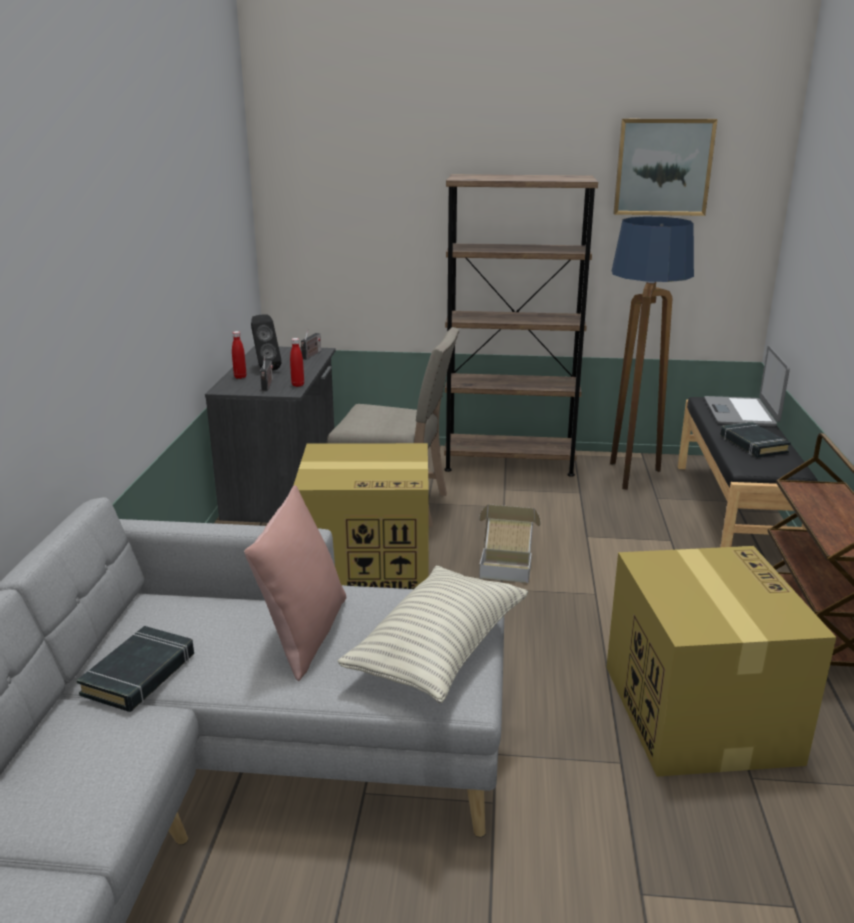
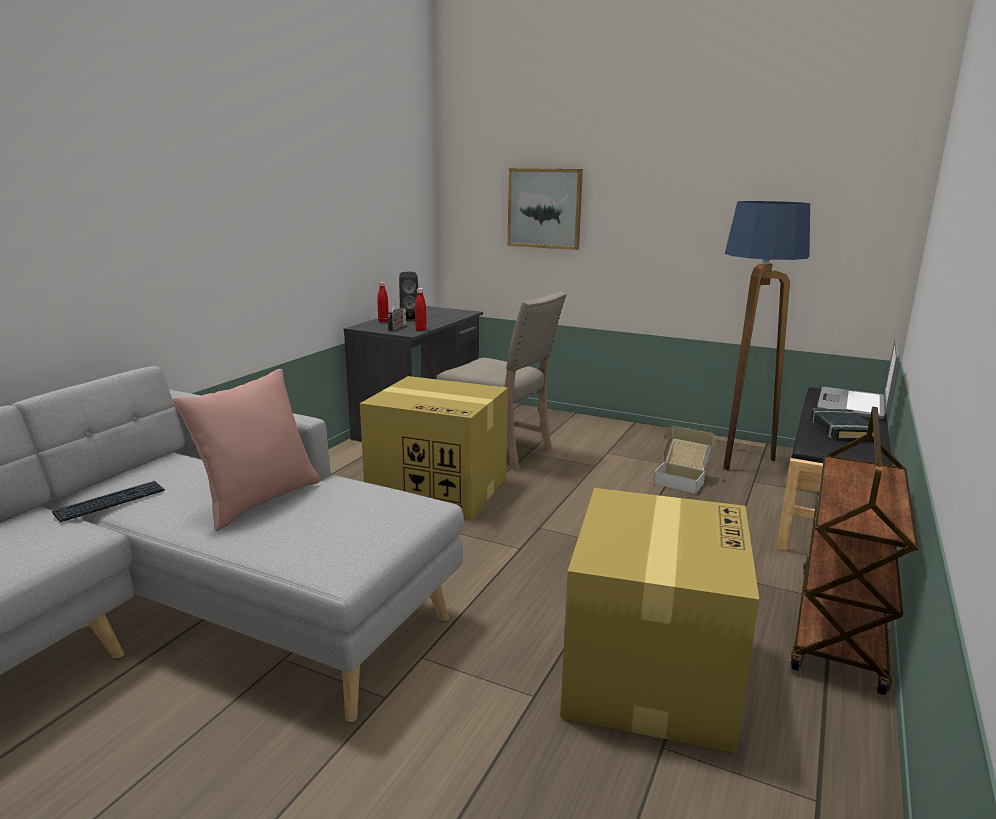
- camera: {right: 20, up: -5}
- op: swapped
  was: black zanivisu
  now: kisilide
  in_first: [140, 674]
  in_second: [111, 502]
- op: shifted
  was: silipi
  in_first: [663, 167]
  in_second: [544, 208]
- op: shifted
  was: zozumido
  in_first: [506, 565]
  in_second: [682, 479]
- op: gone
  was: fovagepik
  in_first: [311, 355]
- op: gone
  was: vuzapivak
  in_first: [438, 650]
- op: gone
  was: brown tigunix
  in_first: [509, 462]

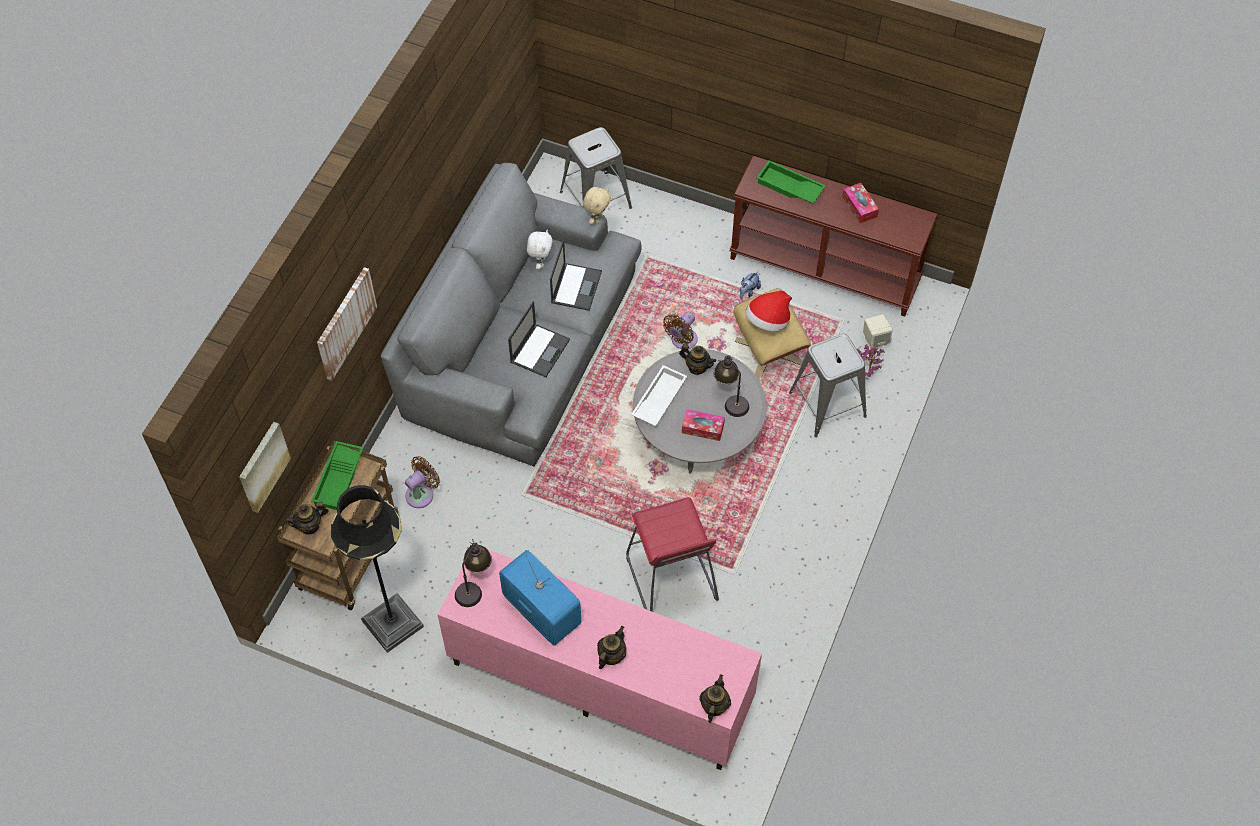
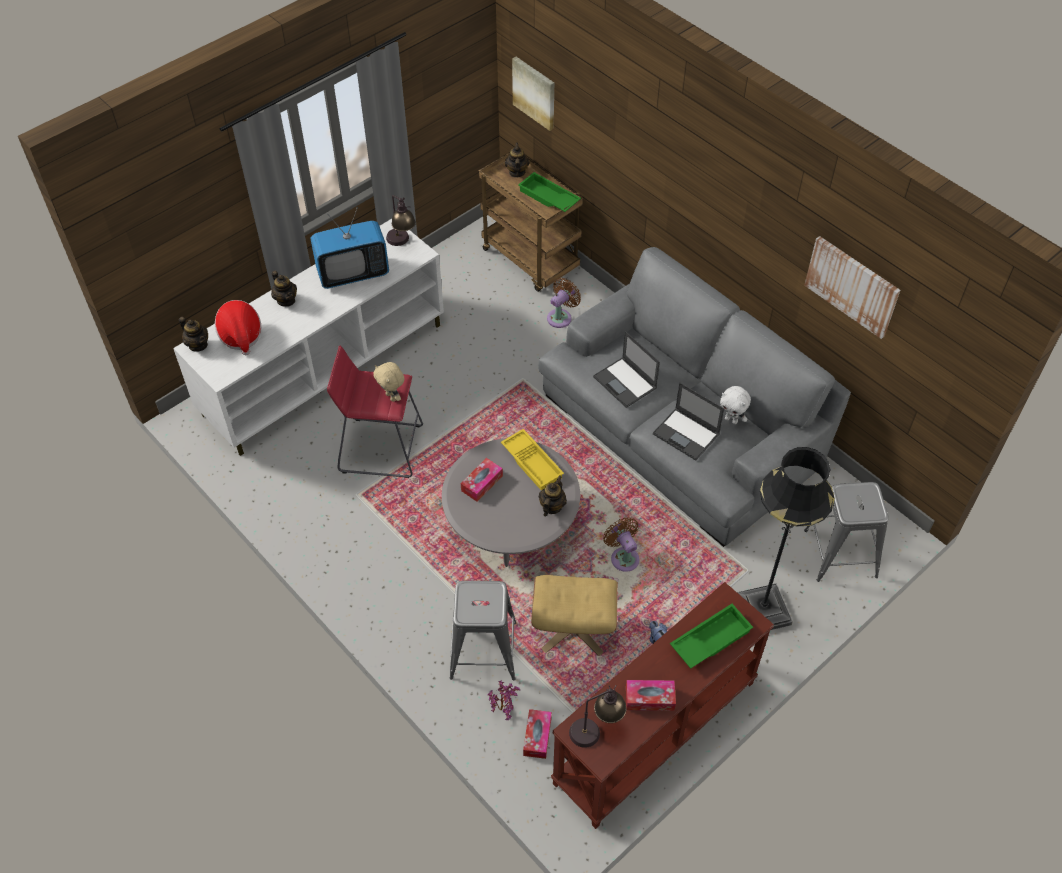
- camera: {right: 115, up: -5}
- op: repainted
  was: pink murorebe
  now: white murorebe
  in_first: [599, 683]
  in_second: [325, 369]
- op: shifted
  was: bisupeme
  in_first: [768, 321]
  in_second: [240, 335]
- op: shifted
  was: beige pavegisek
  in_first: [597, 219]
  in_second: [392, 397]
- op: repainted
  was: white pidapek
  now: yellow pidapek
  in_first: [658, 399]
  in_second: [533, 462]
- op: swapped
  was: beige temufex
  now: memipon
  in_first: [875, 340]
  in_second: [537, 736]
- op: rotated
  was: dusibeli
  in_first: [697, 367]
  in_second: [551, 506]
  clockwise: 150
- op: rotated
  was: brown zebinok
  in_first: [422, 494]
  in_second: [561, 317]
  clockwise: -120
- op: shifted
  was: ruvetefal
  in_first: [730, 400]
  in_second: [596, 730]
- op: shifted
  was: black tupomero
  in_first: [393, 624]
  in_second: [762, 611]
- op: shifted
  was: silipi
  in_first: [345, 323]
  in_second: [852, 286]

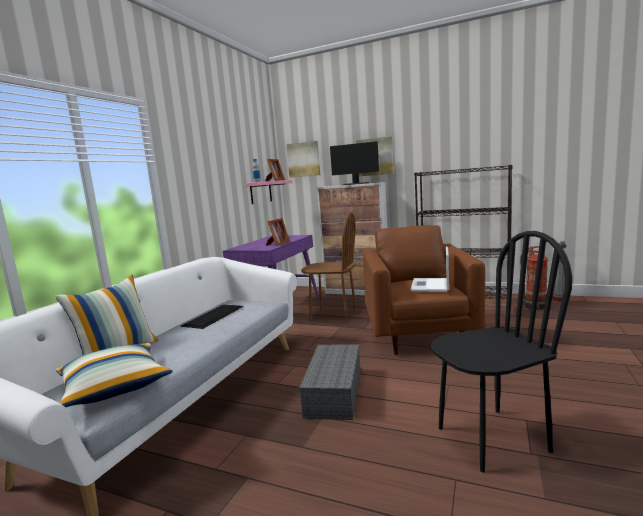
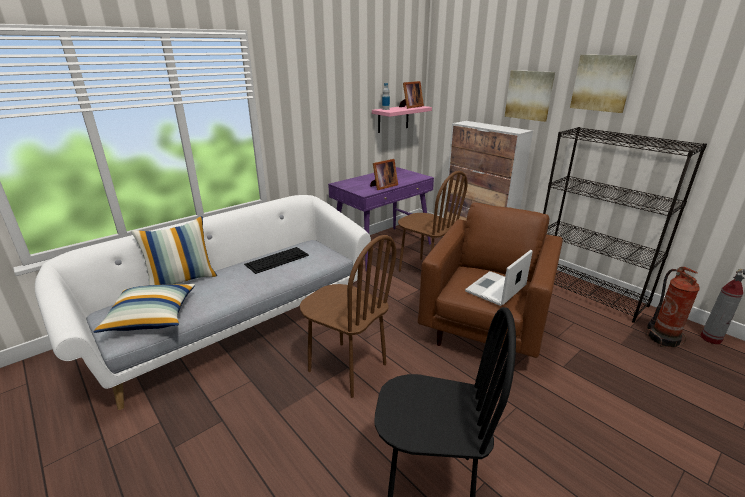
- camera: {right: 25, up: 15}
- op: swapped
  was: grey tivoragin
  now: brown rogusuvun
  in_first: [335, 393]
  in_second: [347, 368]
- op: shifted
  was: silipi
  in_first: [304, 159]
  in_second: [602, 83]
- op: gone
  was: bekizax
  in_first: [355, 184]

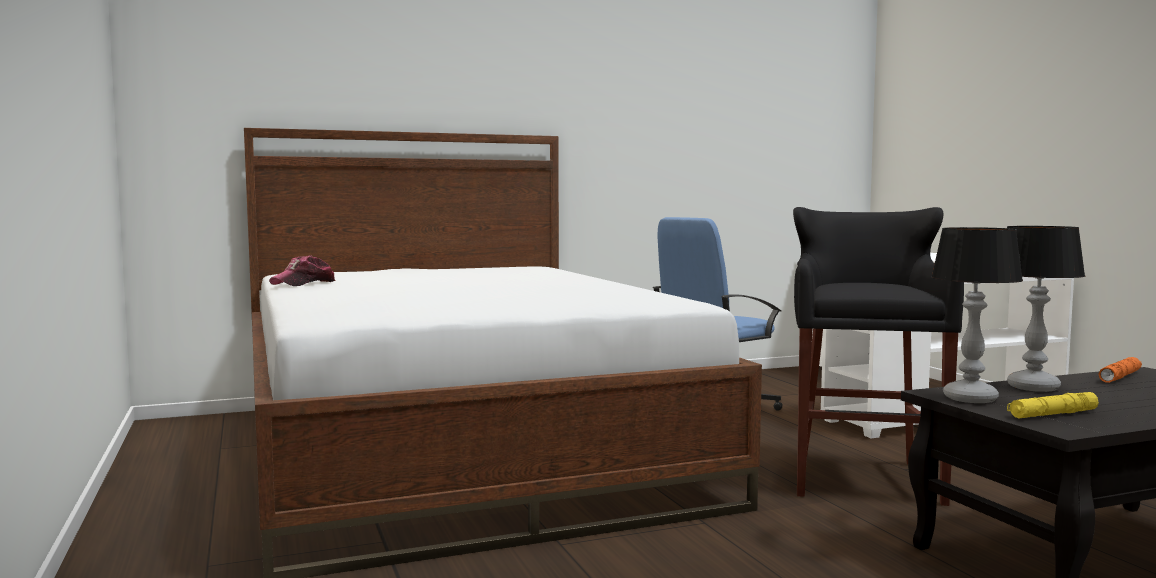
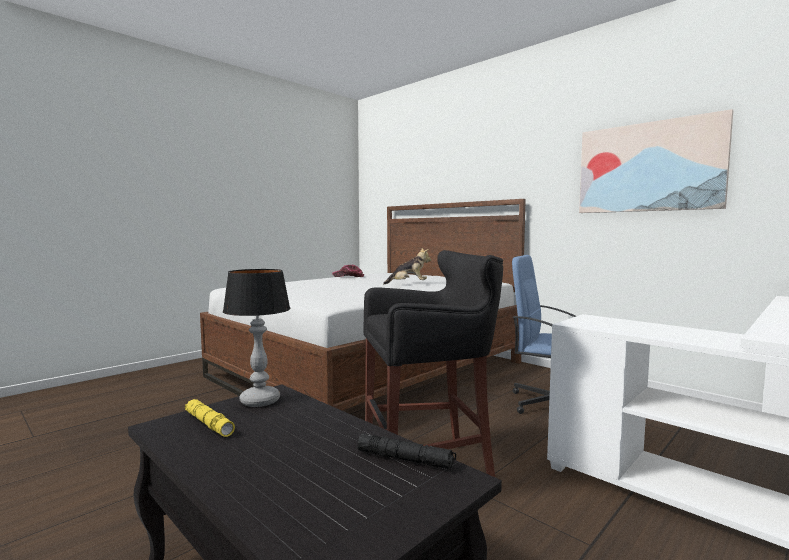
- camera: {right: 65, up: 0}
- op: repainted
  was: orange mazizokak
  now: black mazizokak
  in_first: [1120, 377]
  in_second: [405, 459]
- op: new
  now: pavegisek
  in_second: [408, 284]
- op: new
  now: silipi
  in_second: [649, 167]
- op: gone
  was: ruvetefal
  in_first: [1032, 387]

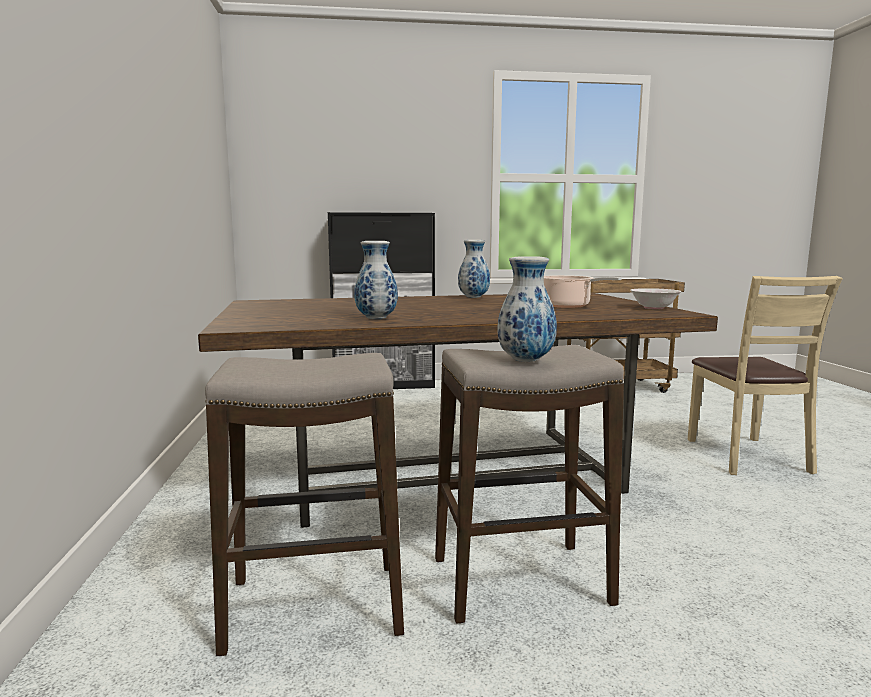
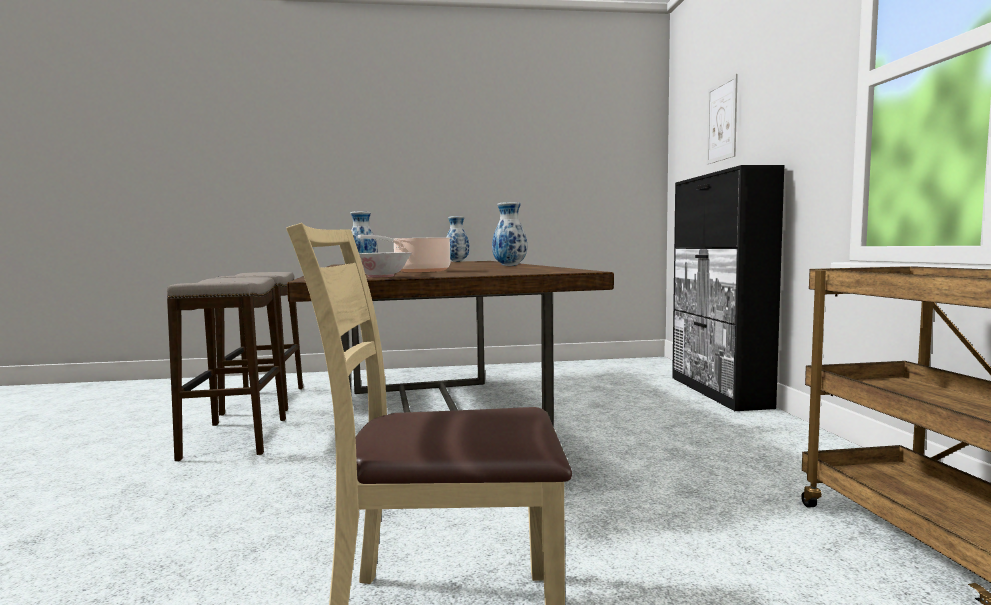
- camera: {right: 90, up: -5}
- op: shifted
  was: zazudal
  in_first: [526, 361]
  in_second: [456, 261]
- op: new
  now: silipi
  in_second: [721, 121]

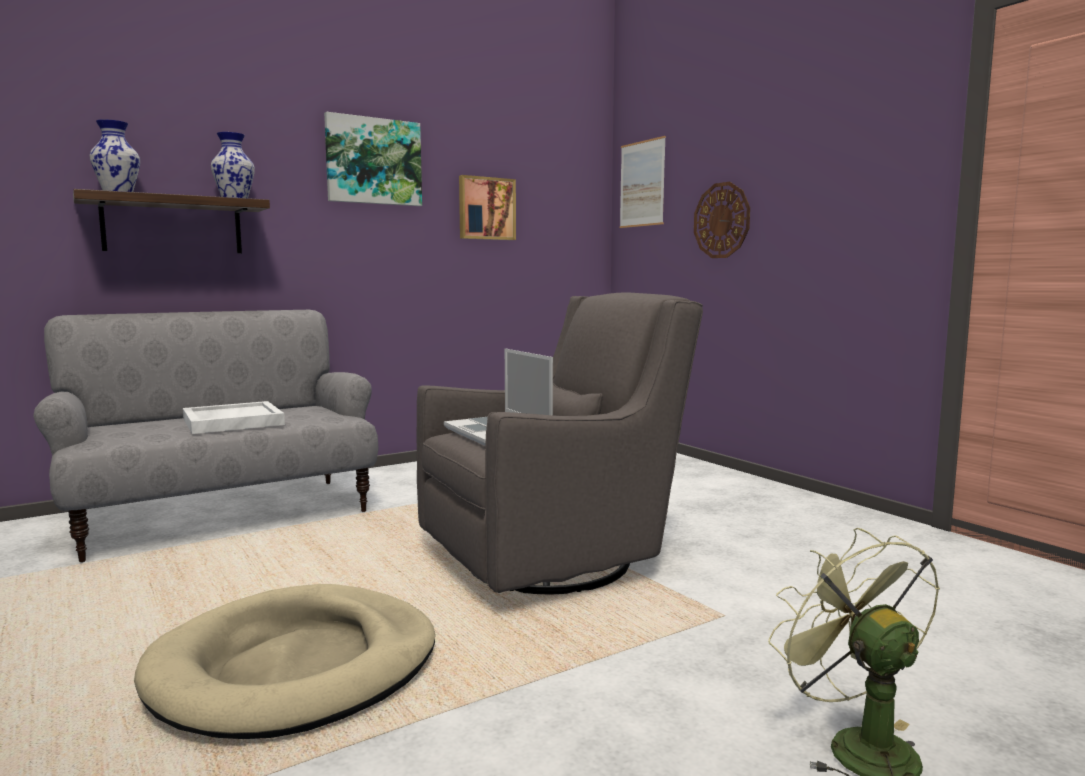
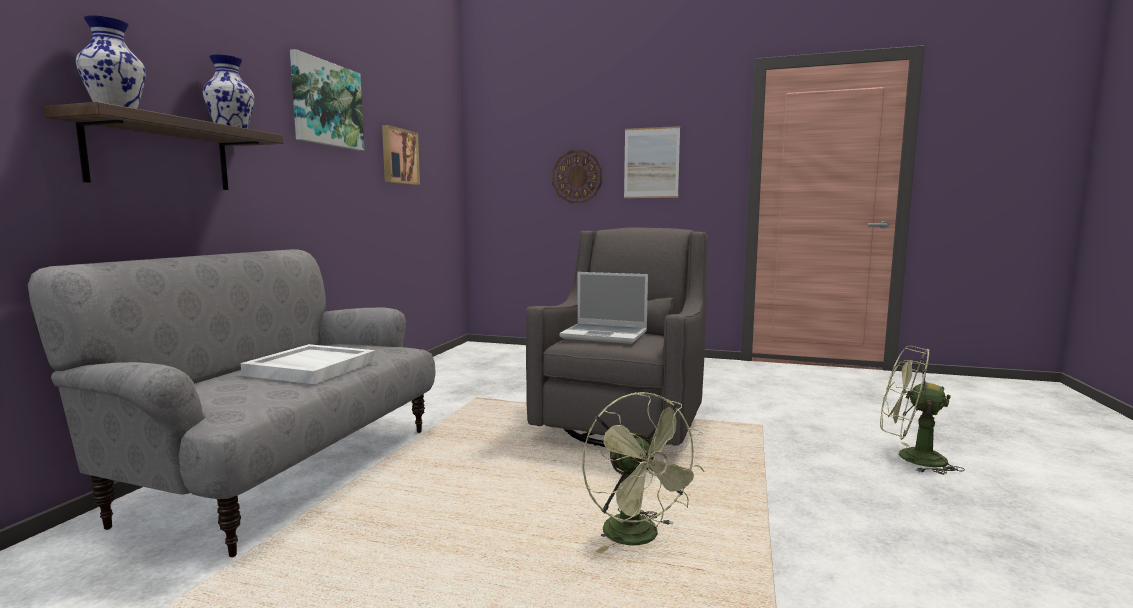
- camera: {right: -40, up: 0}
- op: swapped
  was: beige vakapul
  now: green zebinok
  in_first: [296, 667]
  in_second: [639, 537]
- op: shifted
  was: silipi
  in_first: [642, 184]
  in_second: [651, 163]

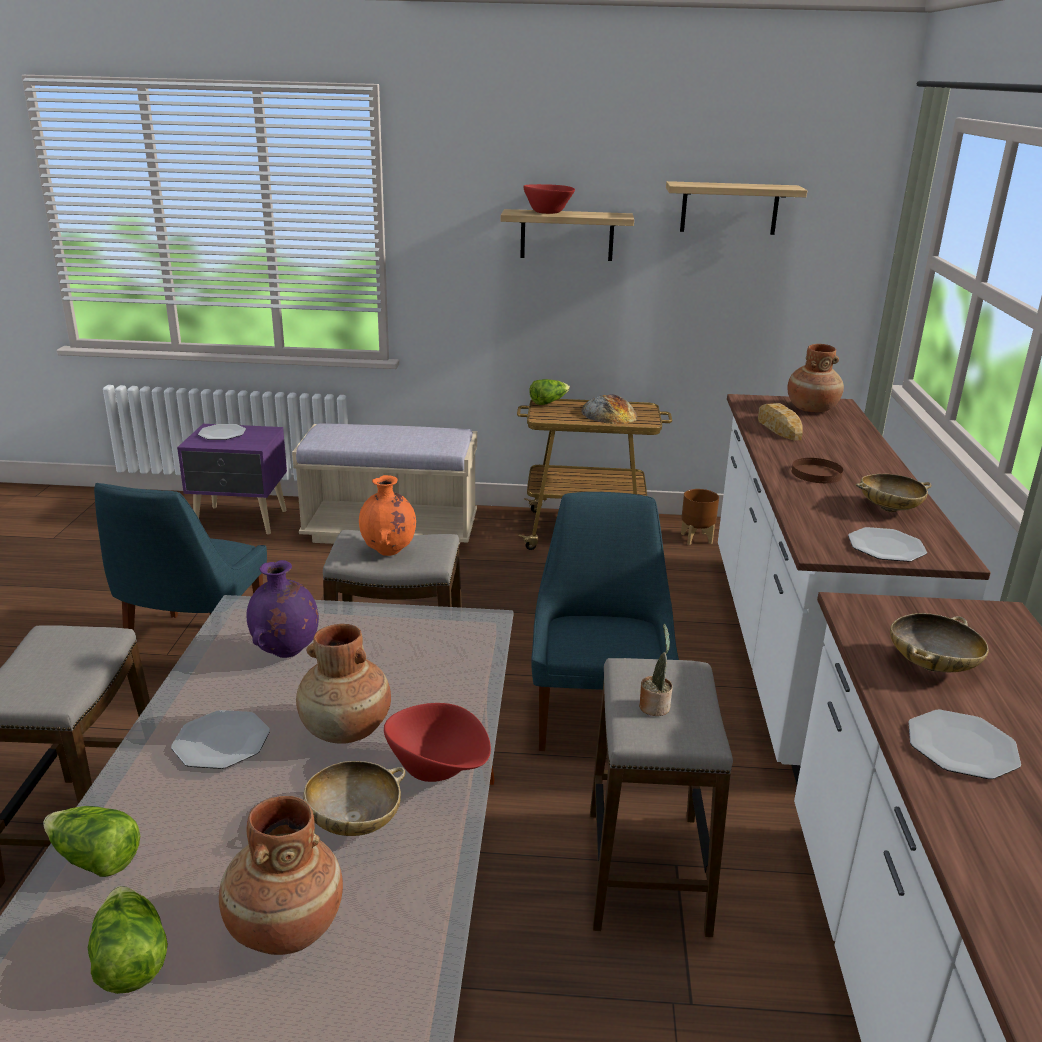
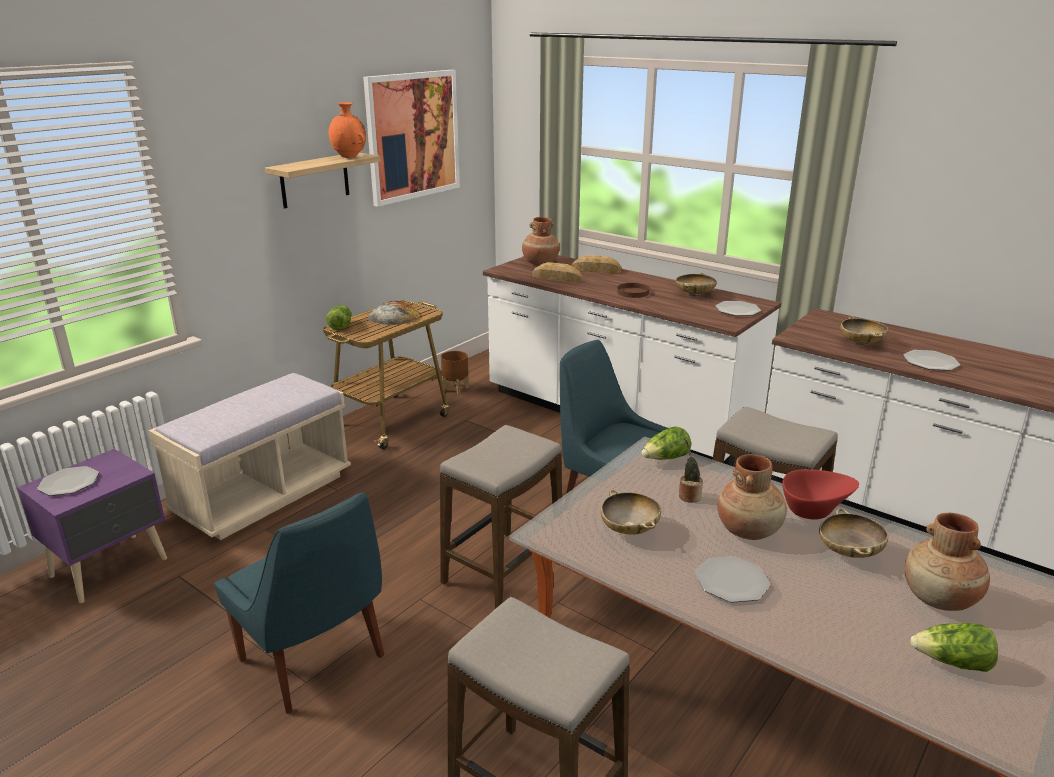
- camera: {right: -55, up: 0}
- op: shifted
  was: orange zazudal
  in_first: [389, 552]
  in_second: [349, 157]
- op: swapped
  was: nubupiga
  now: silipi
  in_first: [729, 208]
  in_second: [413, 136]
- op: new
  now: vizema
  in_second: [596, 270]
- op: swapped
  was: purple zazudal
  now: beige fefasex
  in_first: [286, 652]
  in_second: [629, 529]
- op: shifted
  was: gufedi
  in_first: [95, 859]
  in_second: [665, 459]
- op: shifted
  was: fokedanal
  in_first: [655, 705]
  in_second: [688, 495]
- op: gone
  was: red fefasex
  in_first: [549, 213]

